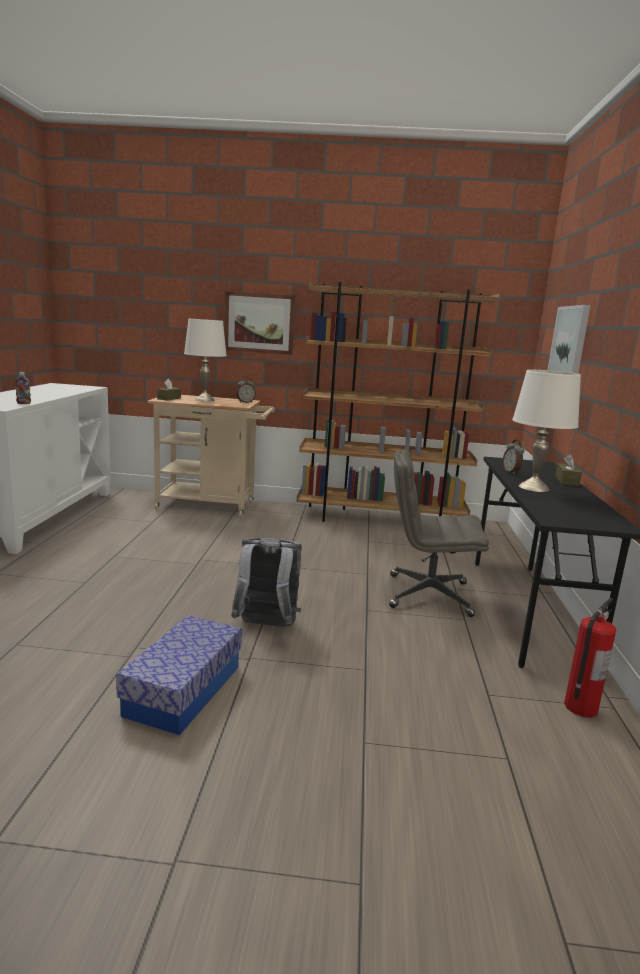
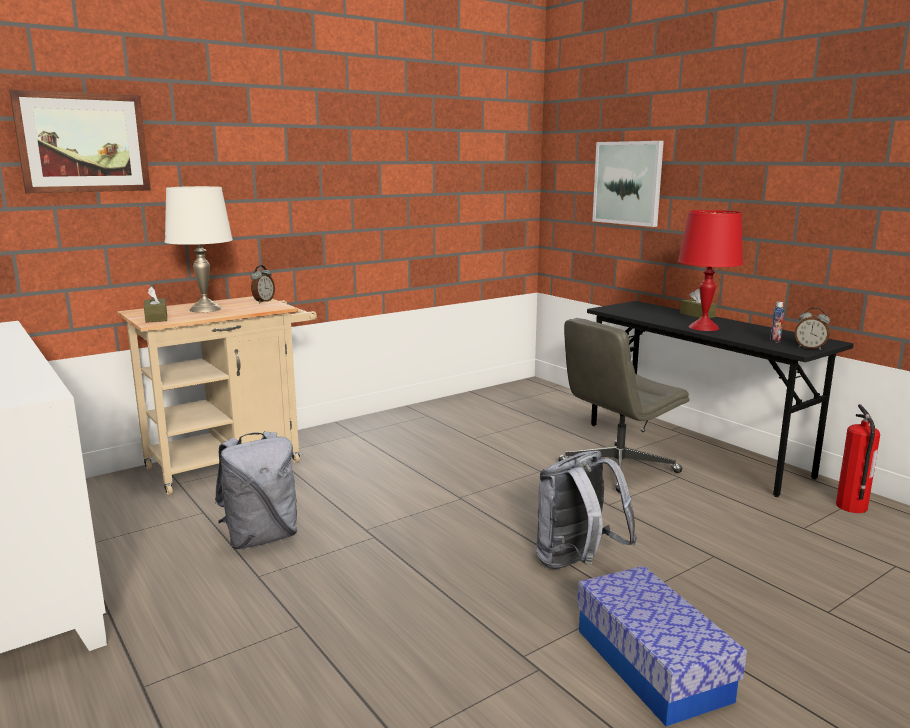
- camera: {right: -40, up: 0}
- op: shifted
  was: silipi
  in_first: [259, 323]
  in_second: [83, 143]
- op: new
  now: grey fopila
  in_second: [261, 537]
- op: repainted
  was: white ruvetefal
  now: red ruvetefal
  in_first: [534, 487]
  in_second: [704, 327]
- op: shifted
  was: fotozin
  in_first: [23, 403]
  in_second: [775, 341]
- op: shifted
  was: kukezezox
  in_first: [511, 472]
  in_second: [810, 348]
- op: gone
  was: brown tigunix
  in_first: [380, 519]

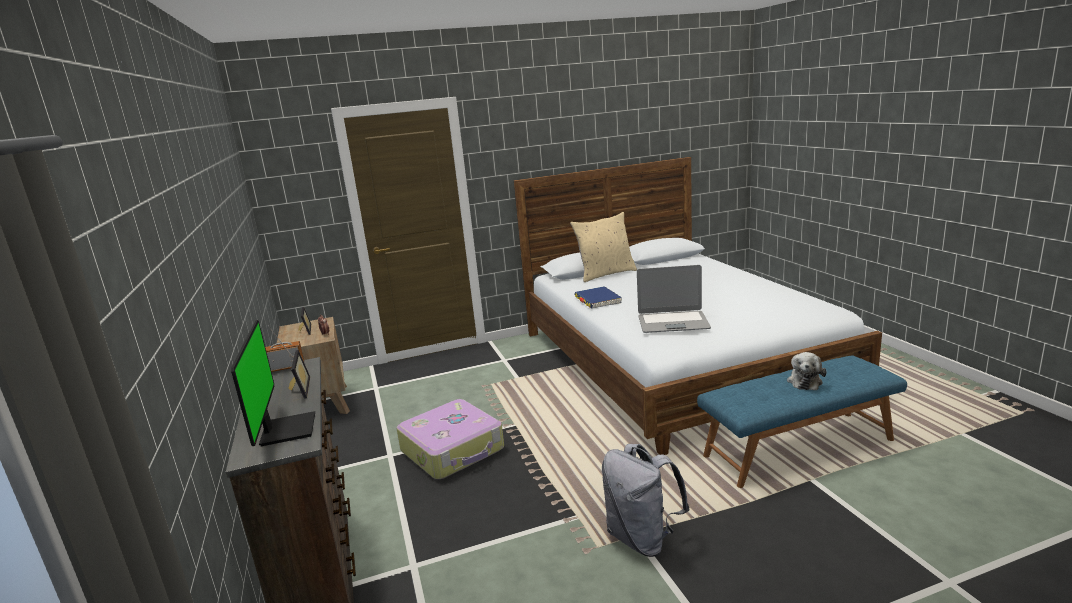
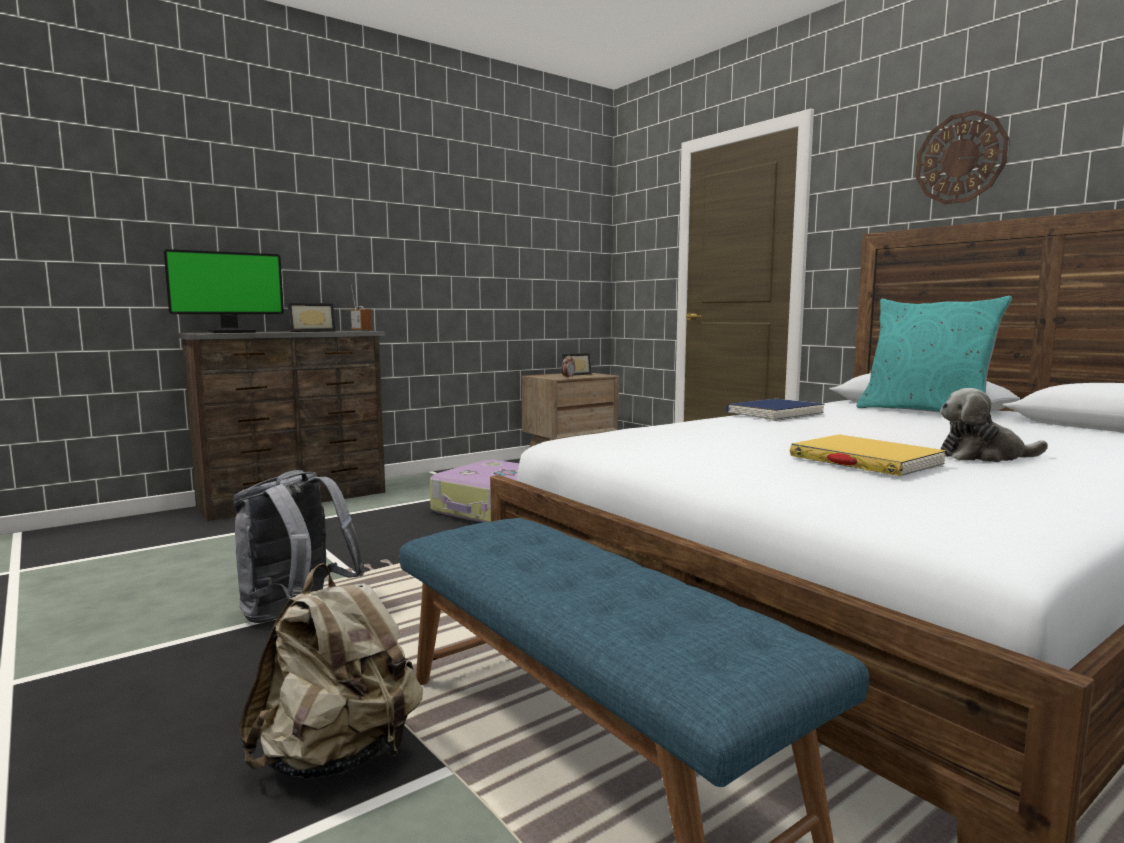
- camera: {right: 70, up: -10}
- op: new
  now: beige fopila
  in_second: [338, 757]
- op: new
  now: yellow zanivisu
  in_second: [865, 462]
- op: repainted
  was: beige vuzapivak
  now: turquoise vuzapivak
  in_first: [605, 274]
  in_second: [925, 412]
- op: new
  now: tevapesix
  in_second: [960, 158]
- op: shifted
  was: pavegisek
  in_first: [804, 381]
  in_second: [984, 456]
- op: gone
  was: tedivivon
  in_first: [673, 323]

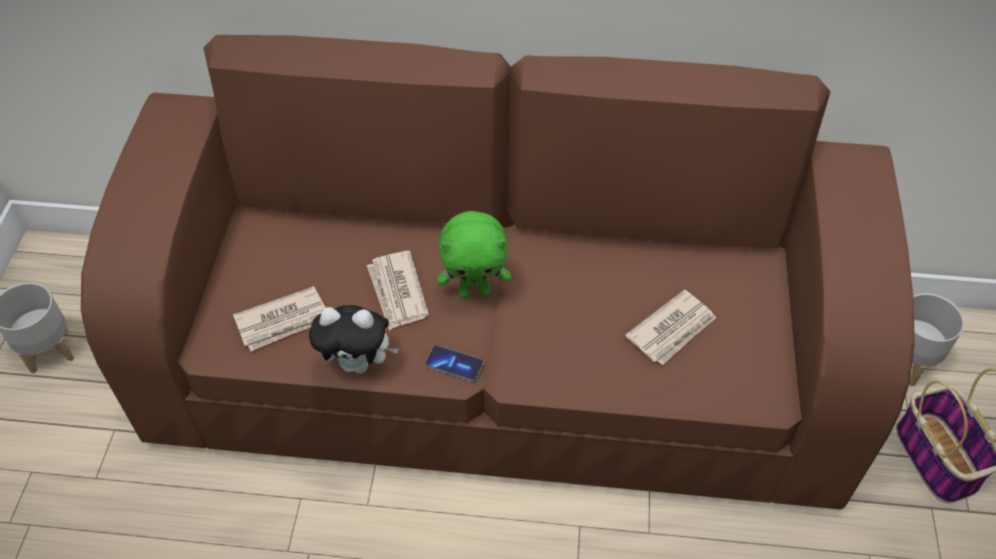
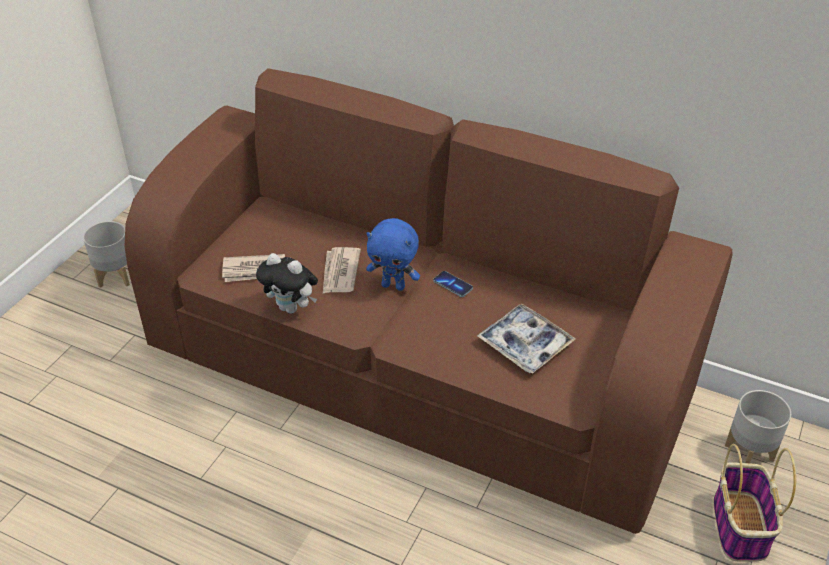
- camera: {right: 20, up: -10}
- op: repainted
  was: green pavegisek
  now: blue pavegisek
  in_first: [475, 292]
  in_second: [394, 285]
- op: shifted
  was: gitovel
  in_first: [454, 364]
  in_second: [453, 285]
- op: swapped
  was: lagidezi
  now: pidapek
  in_first: [672, 330]
  in_second: [525, 344]

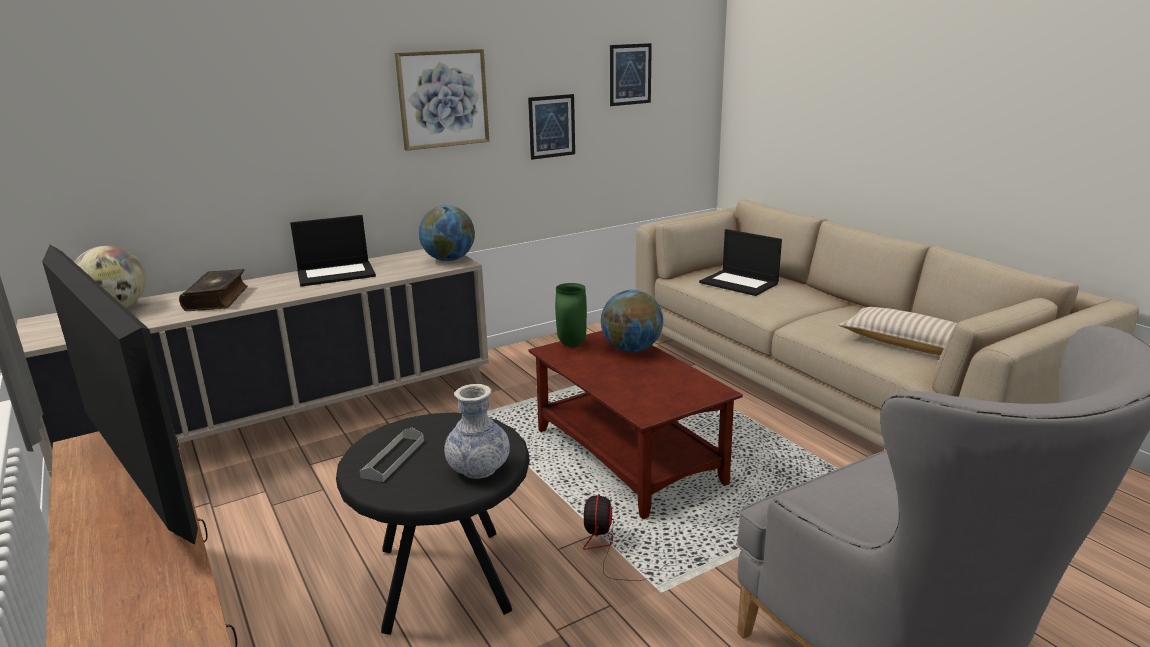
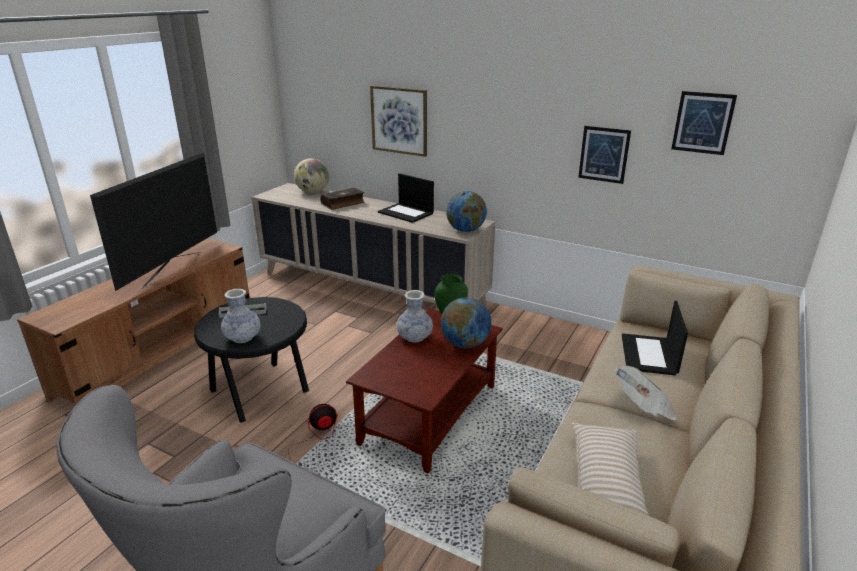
- camera: {right: 60, up: 5}
- op: shifted
  was: silipi
  in_first: [443, 99]
  in_second: [399, 120]
- op: new
  now: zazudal
  in_second: [414, 337]
- op: new
  now: lagidezi
  in_second: [643, 407]

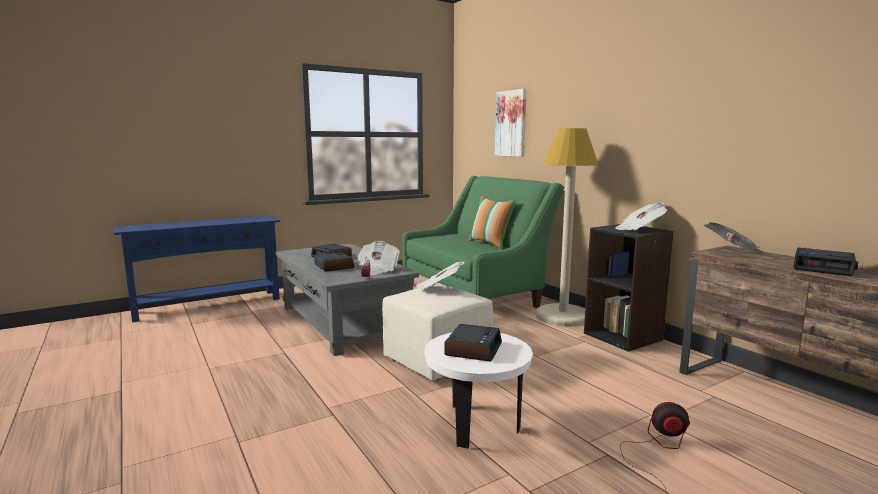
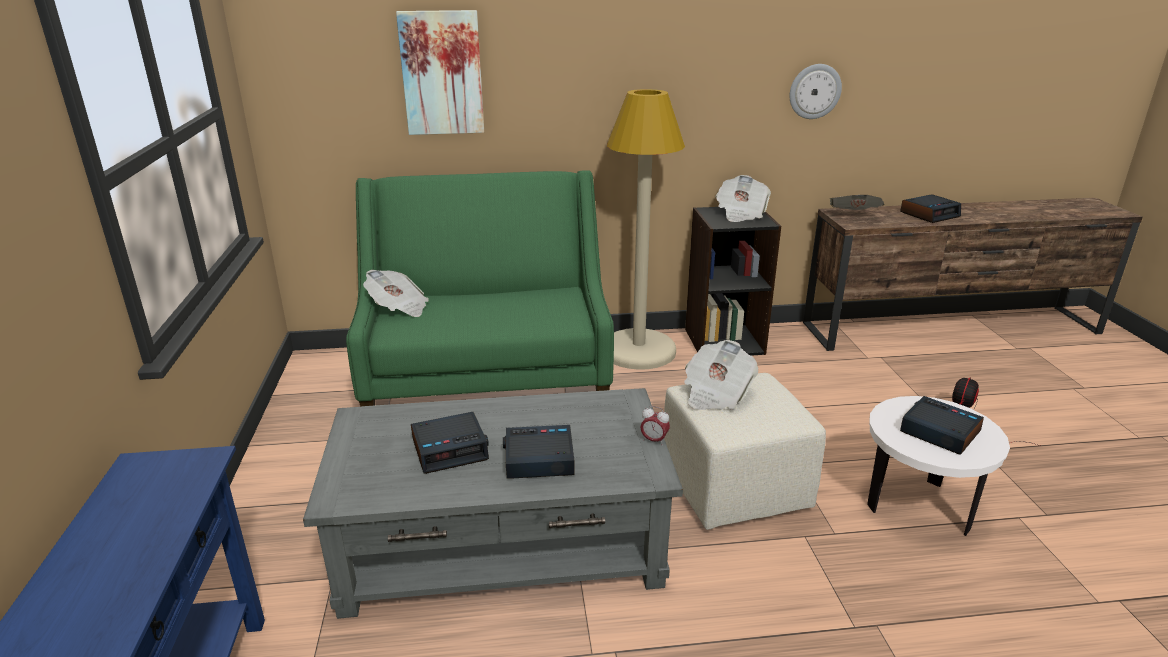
- camera: {right: -65, up: 15}
- op: shifted
  was: lagidezi
  in_first: [378, 269]
  in_second: [399, 308]
- op: new
  now: tevapesix
  in_second: [814, 91]
- op: gone
  was: vuzapivak
  in_first: [490, 243]

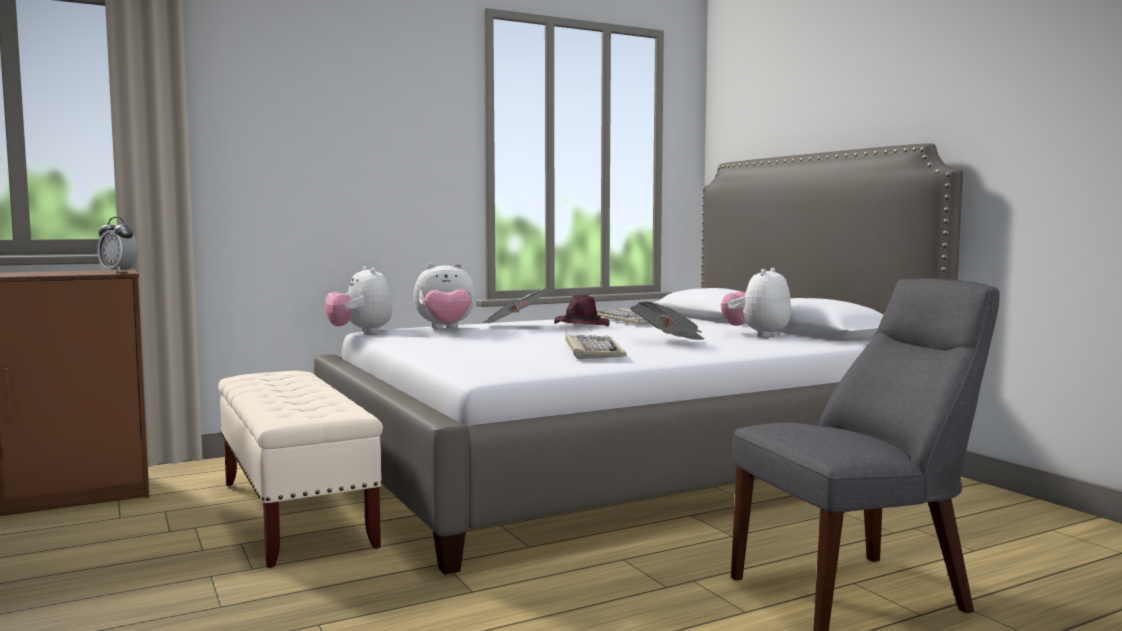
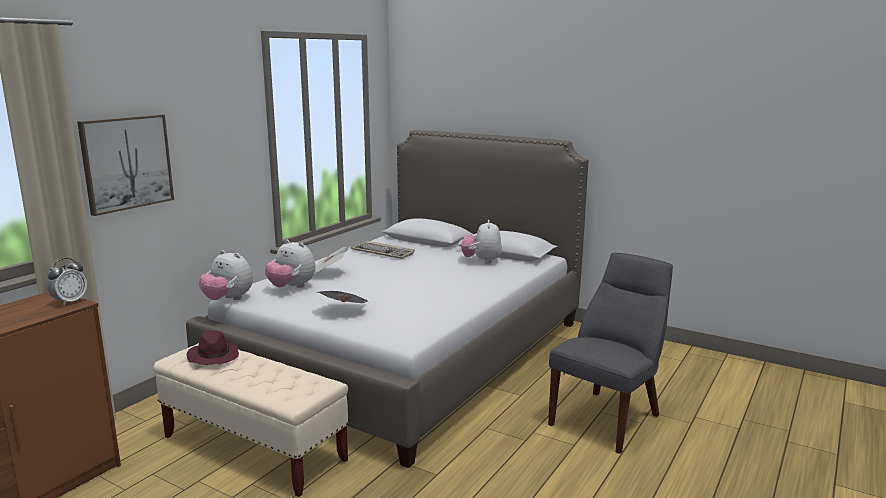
- camera: {right: -30, up: 10}
- op: rotated
  was: kukezezox
  in_first: [118, 272]
  in_second: [70, 302]
  clockwise: -60
- op: new
  now: silipi
  in_second: [127, 163]
- op: shifted
  was: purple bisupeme
  in_first: [581, 325]
  in_second: [213, 357]
- op: rotated
  was: pavegisek
  in_first: [446, 329]
  in_second: [291, 287]
  clockwise: 75
- op: shifted
  was: lagidezi
  in_first: [669, 342]
  in_second: [345, 311]
- op: gone
  was: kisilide
  in_first: [592, 351]

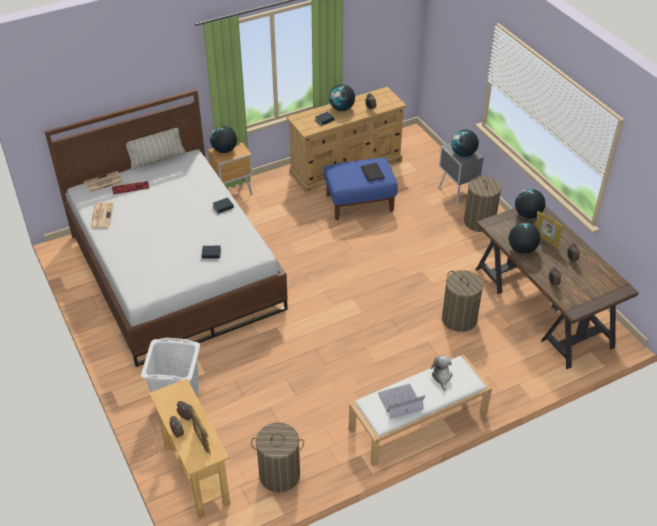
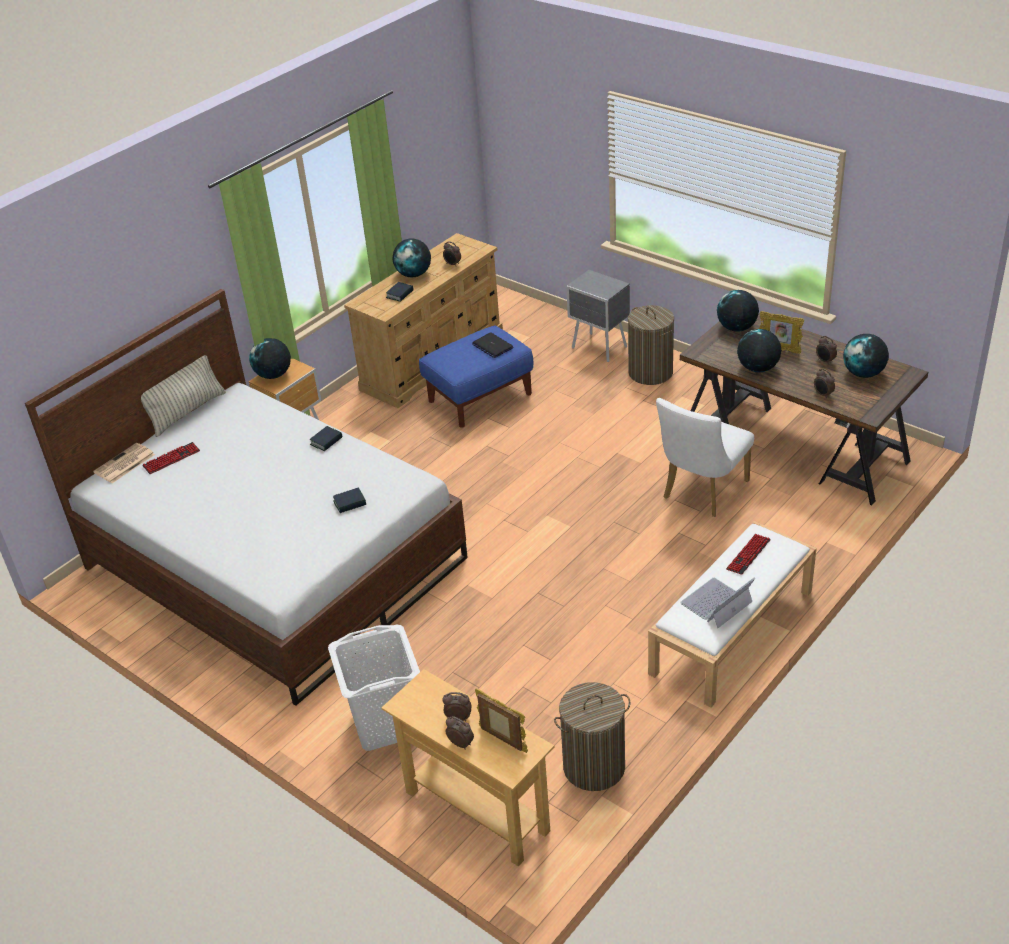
- camera: {right: -20, up: -5}
- op: swapped
  was: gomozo
  now: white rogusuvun
  in_first: [459, 319]
  in_second: [701, 493]
- op: swapped
  was: pavegisek
  now: kisilide
  in_first: [442, 377]
  in_second: [748, 555]
- op: shifted
  was: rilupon
  in_first: [463, 154]
  in_second: [863, 373]
- op: gone
  was: lagidezi
  in_first: [101, 215]

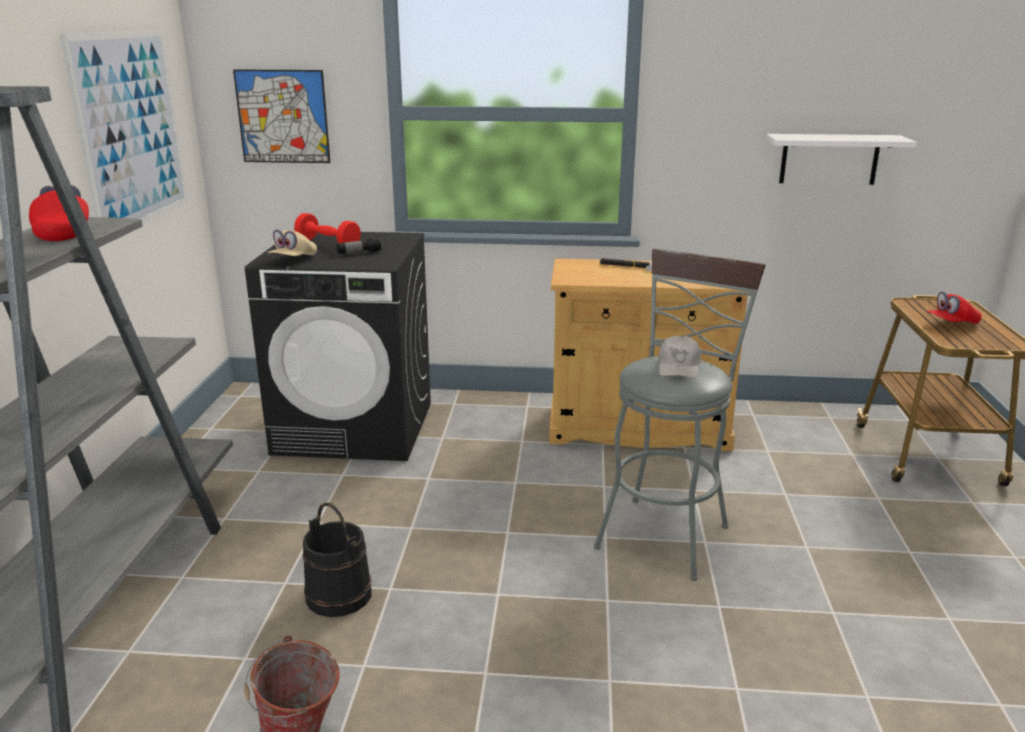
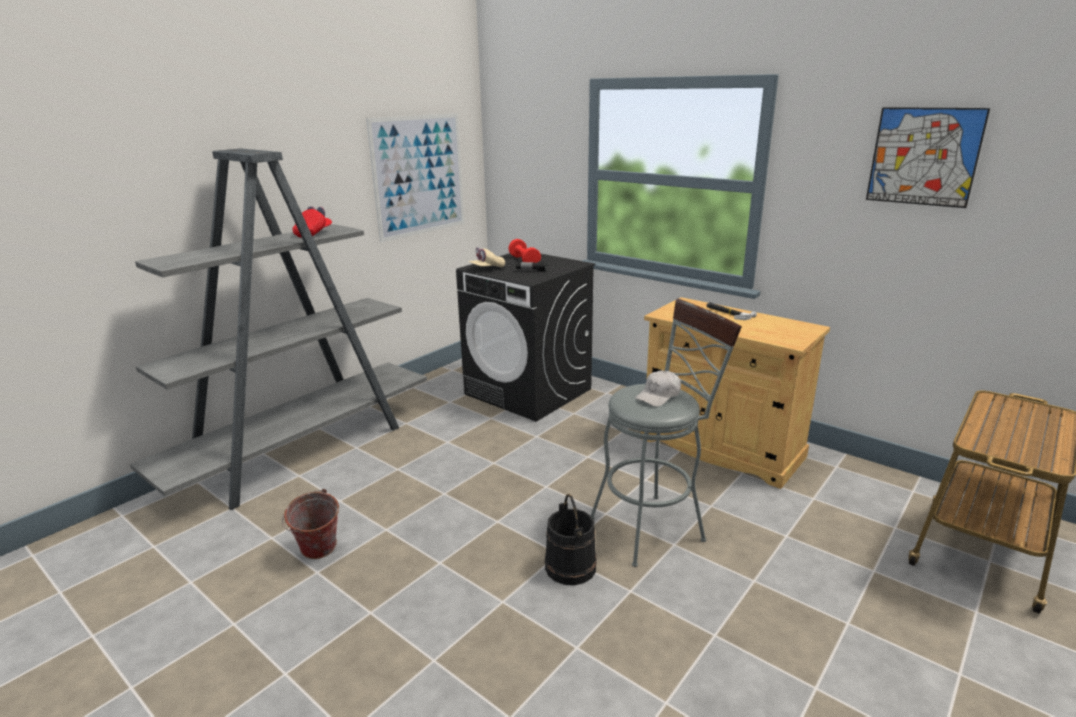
- camera: {right: 35, up: 0}
- op: shifted
  was: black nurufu
  in_first: [339, 595]
  in_second: [571, 567]
- op: shifted
  was: silipi
  in_first: [283, 116]
  in_second: [924, 156]
- op: gone
  was: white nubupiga
  in_first: [829, 159]
- op: gone
  was: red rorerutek
  in_first: [951, 324]

